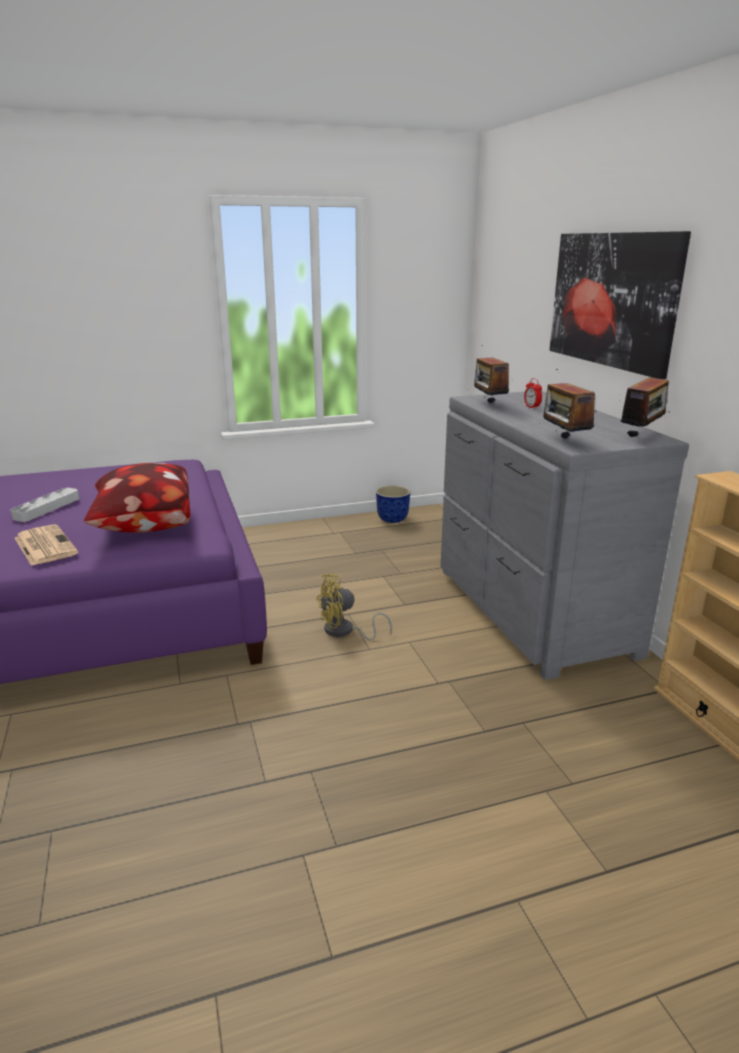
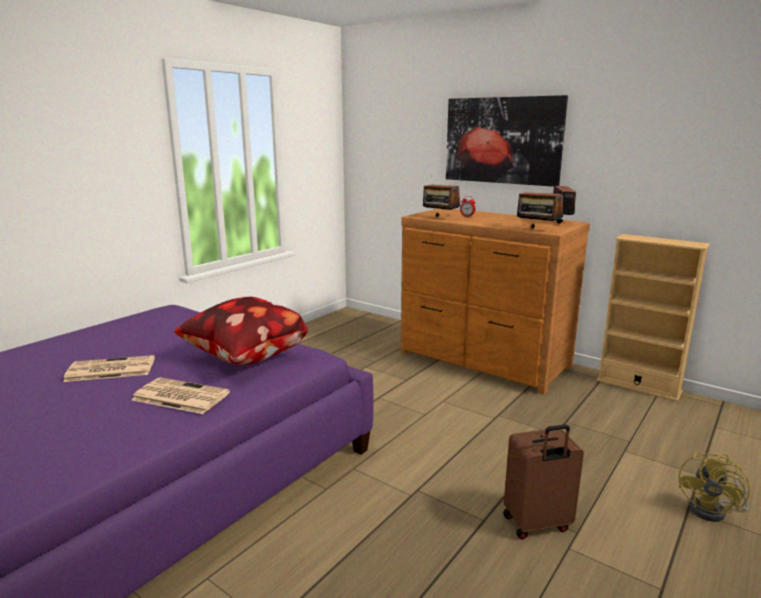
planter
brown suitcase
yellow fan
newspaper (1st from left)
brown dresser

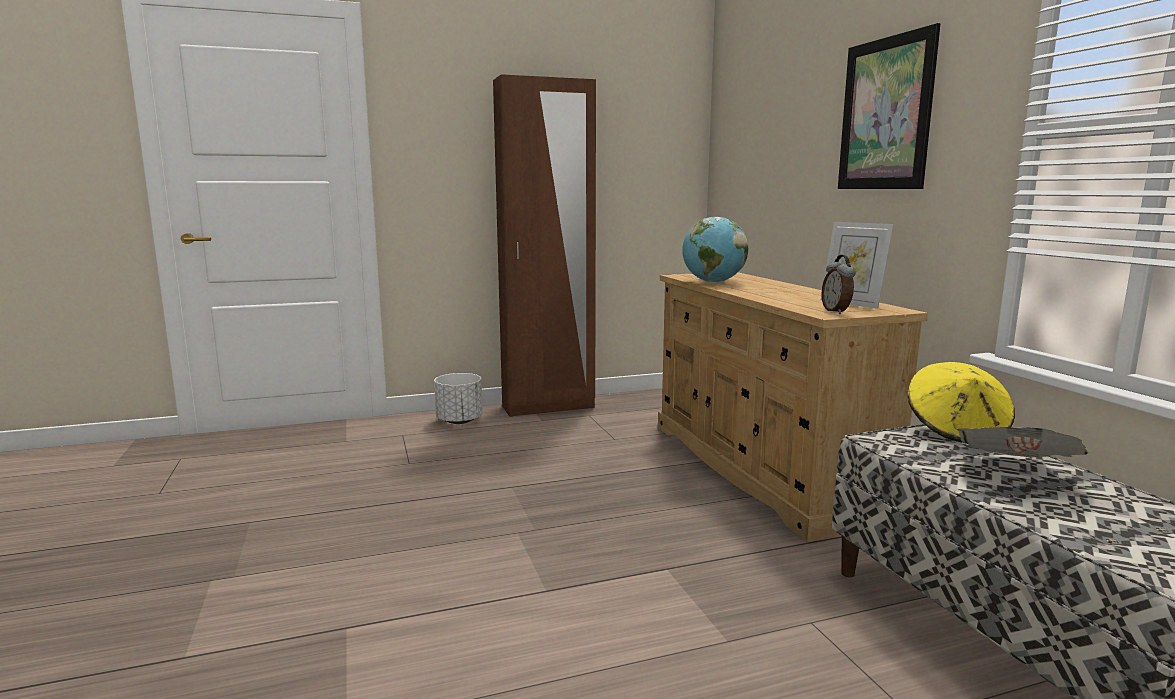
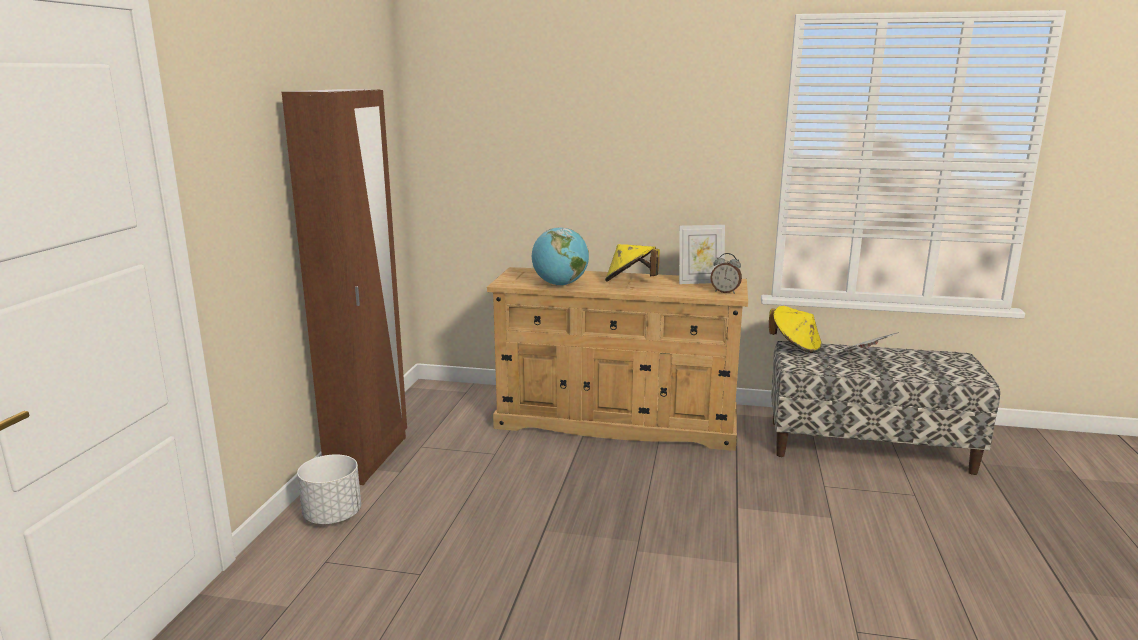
picture
yellow hat (1st from left)

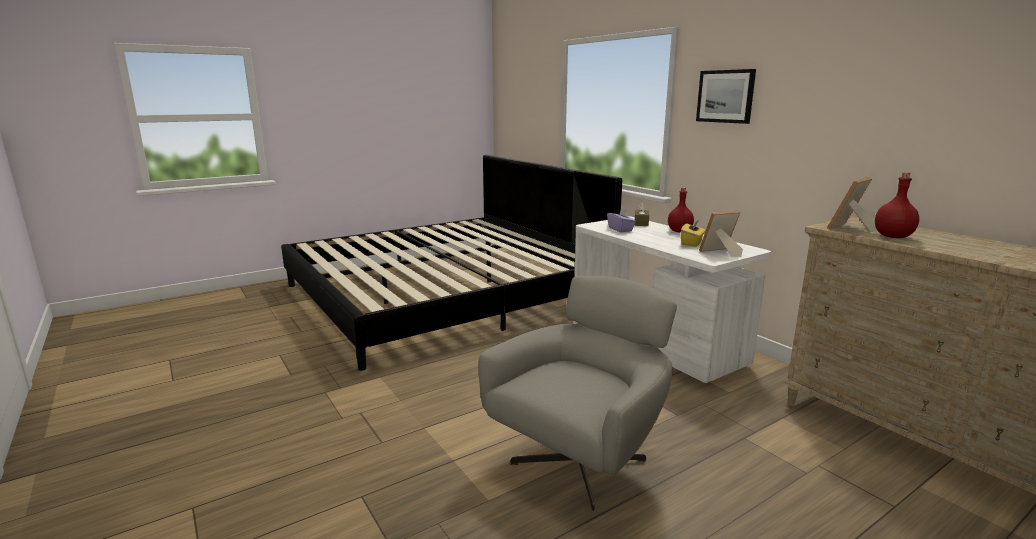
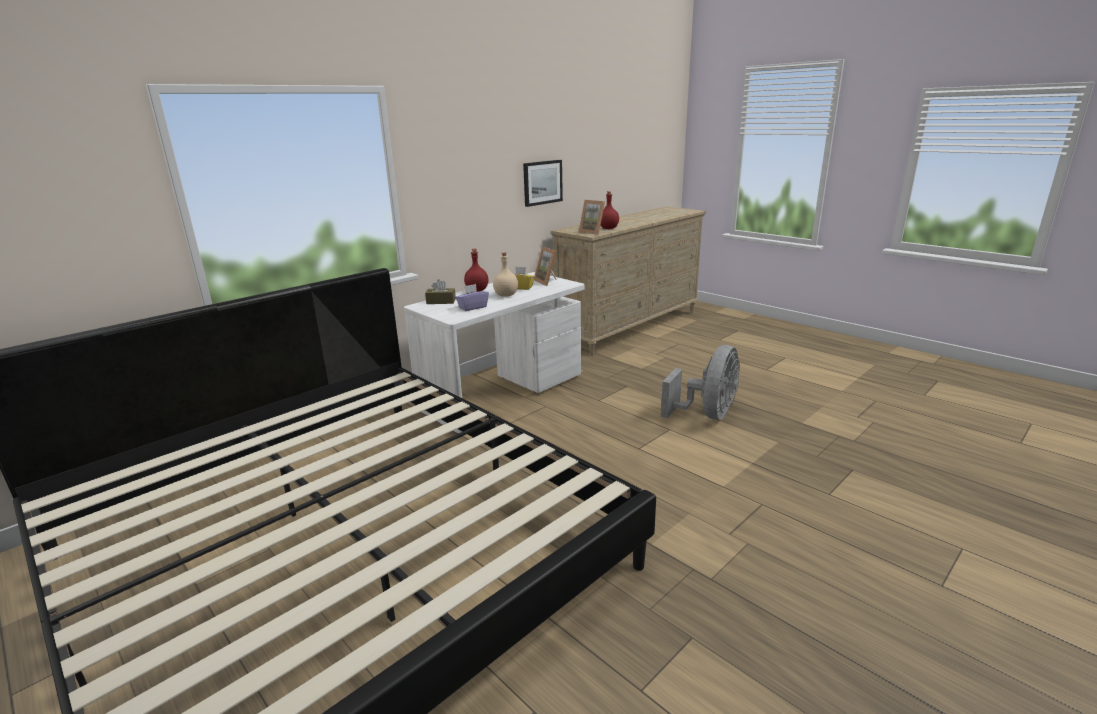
beige bottle
picture
grey fan

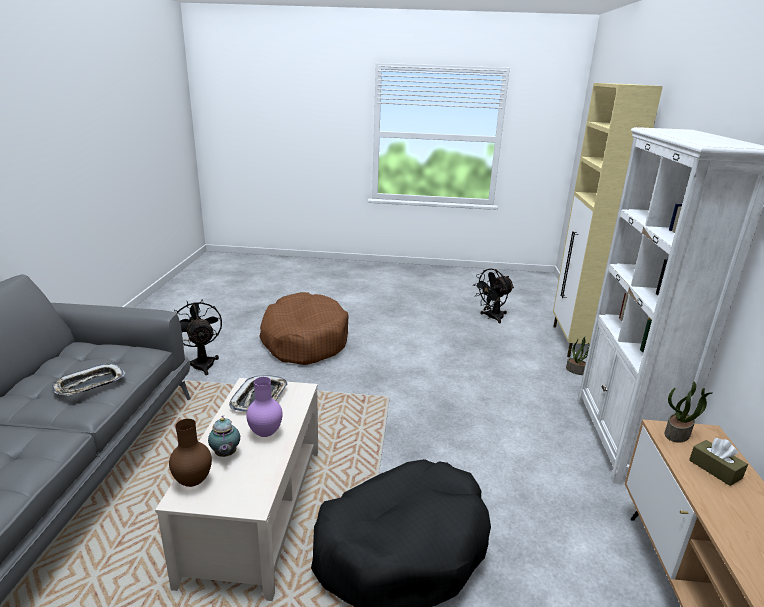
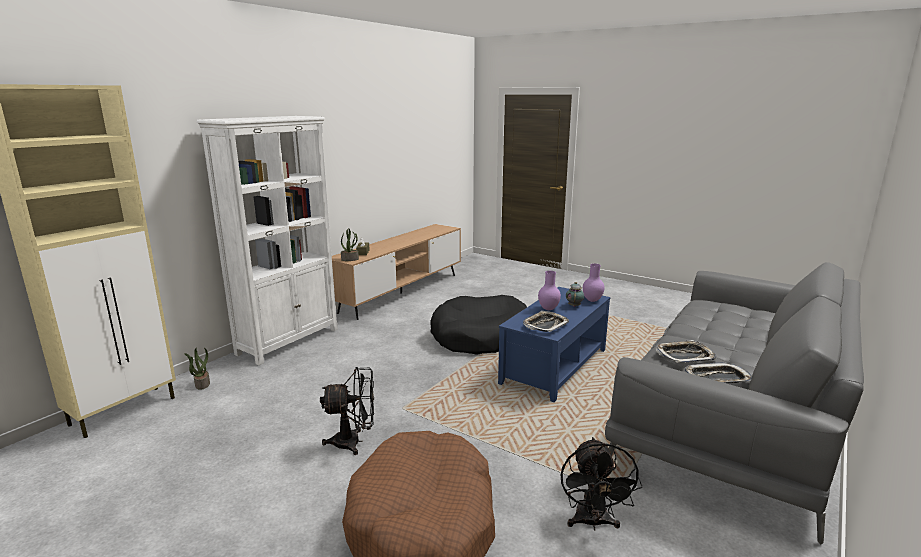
tray (3rd from left)
black fan (1st from left)
blue coffee table
purple vase (2nd from left)

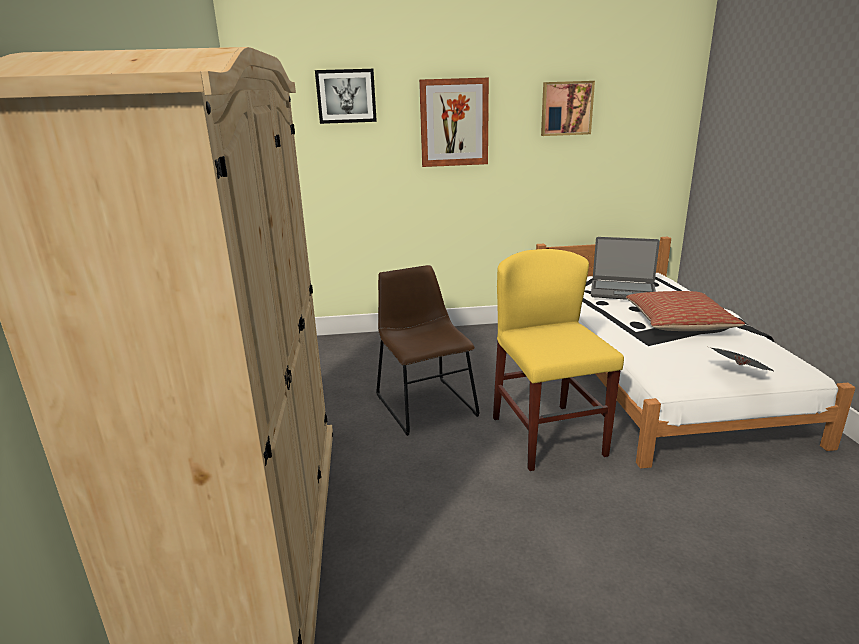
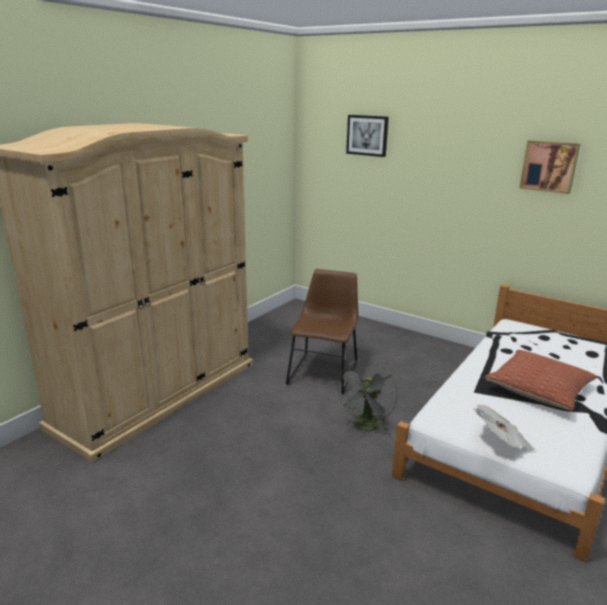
picture (2nd from left in the first image)
laptop
grey fan

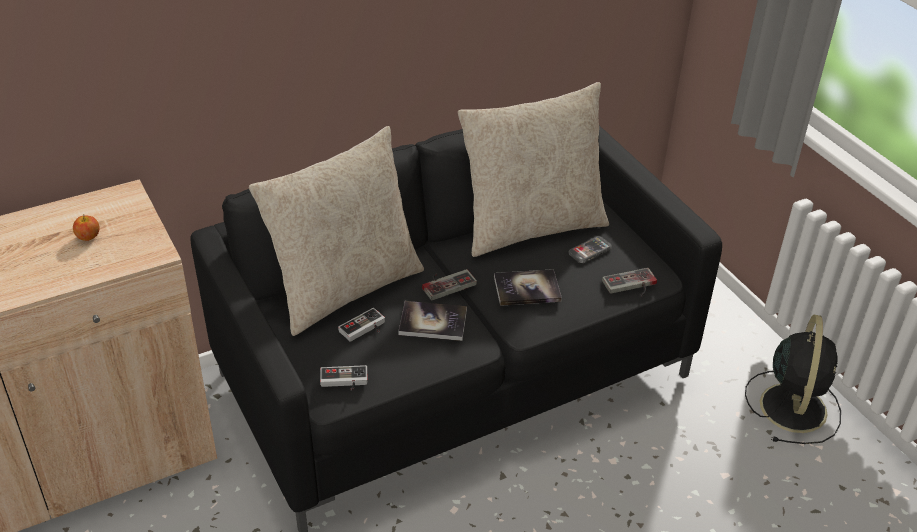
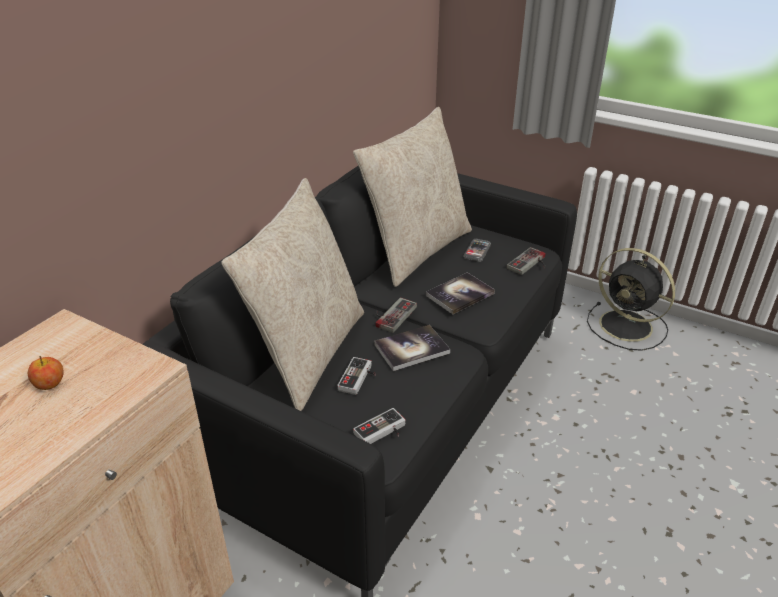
black fan

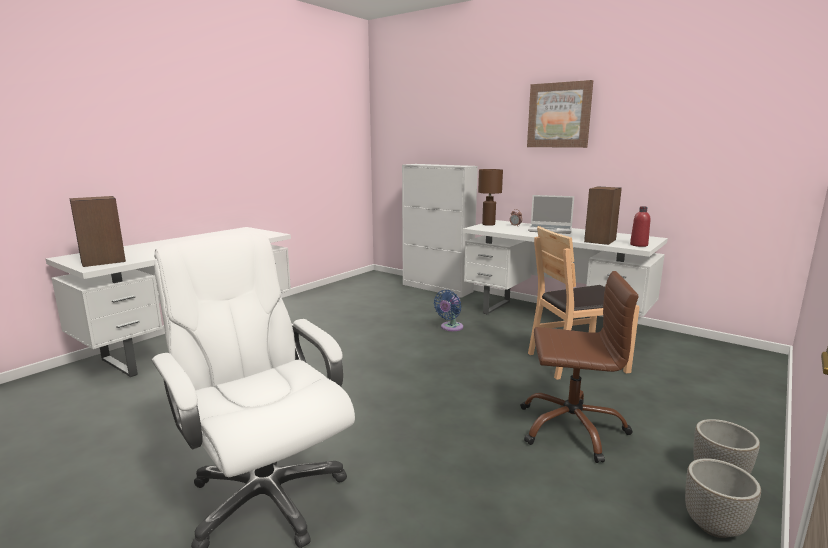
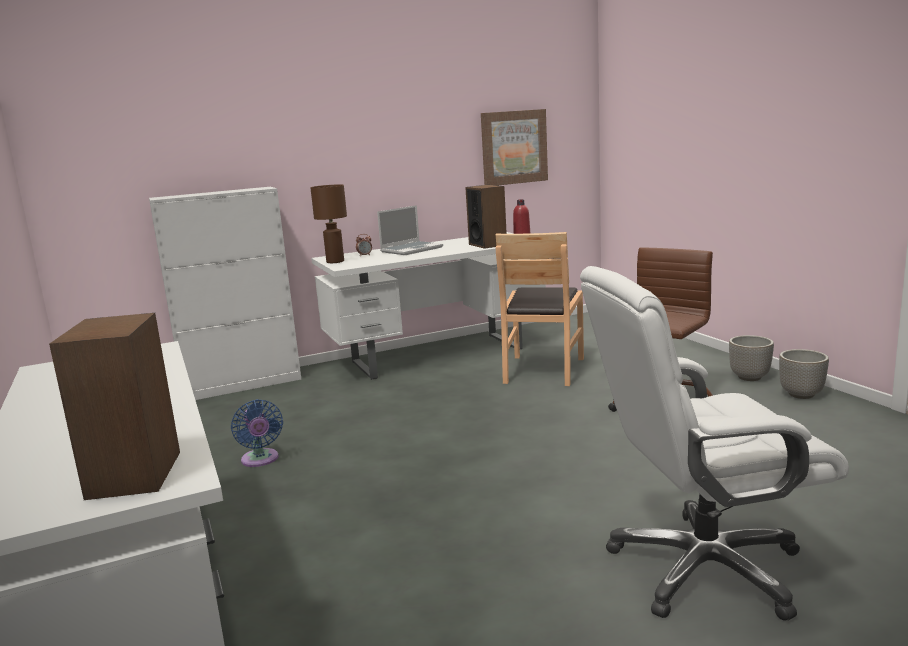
blue fan
picture

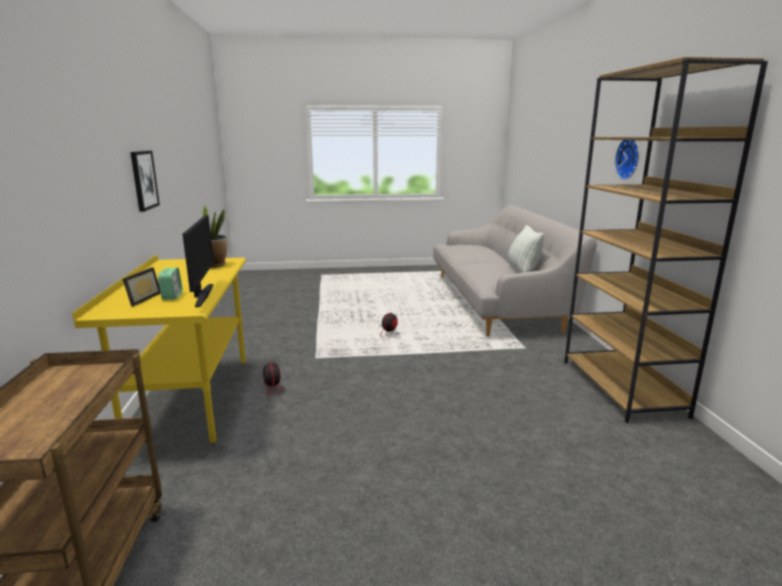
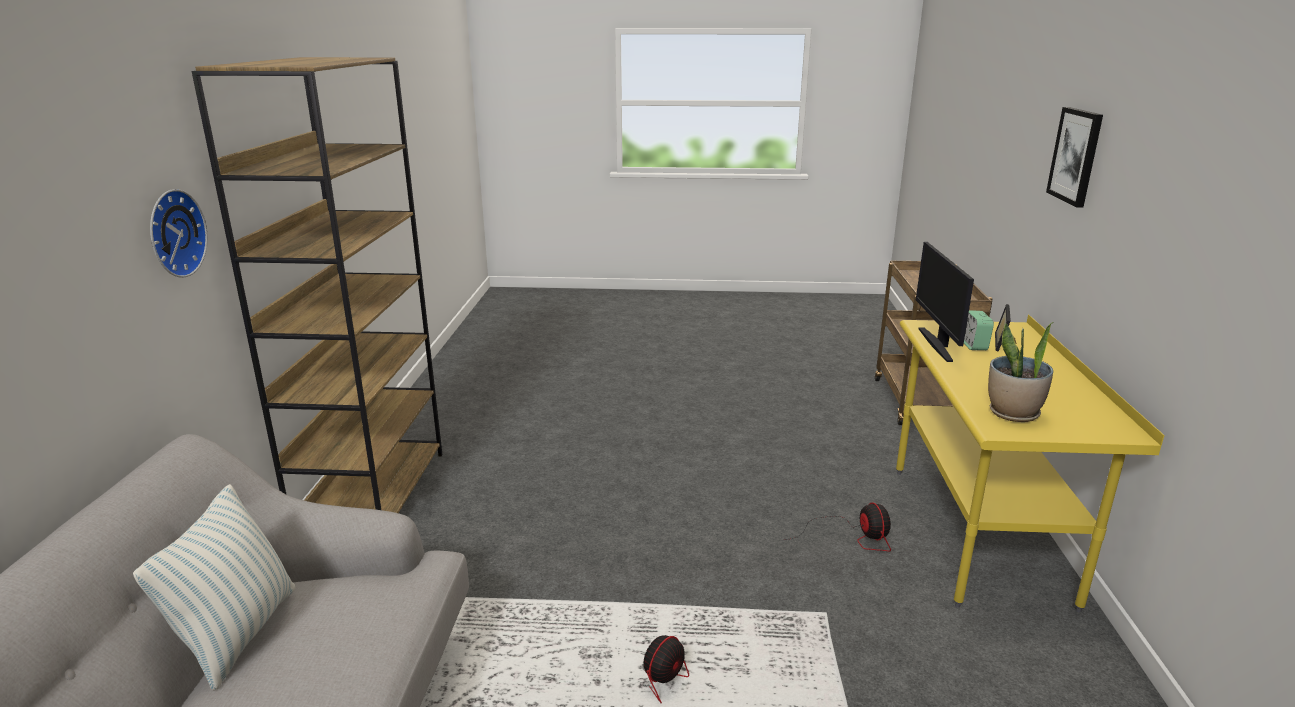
picture

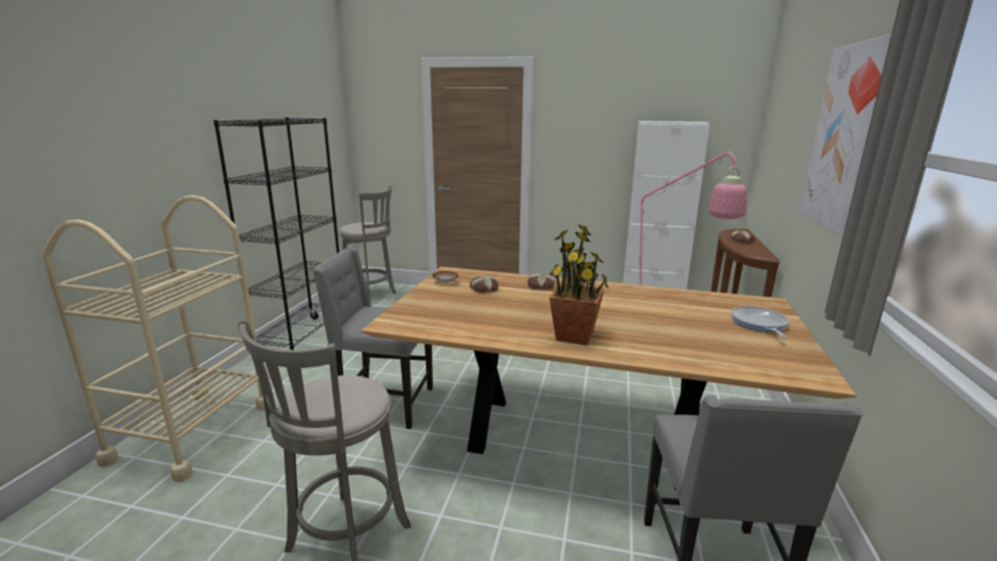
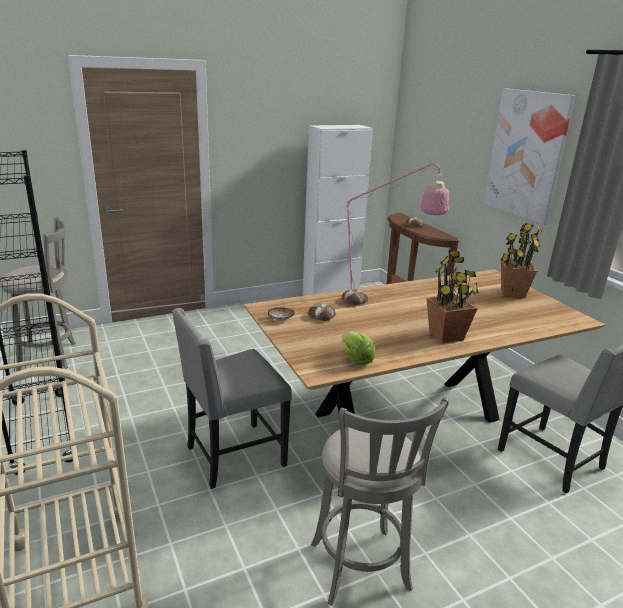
lettuce
potted plant (2nd from left)

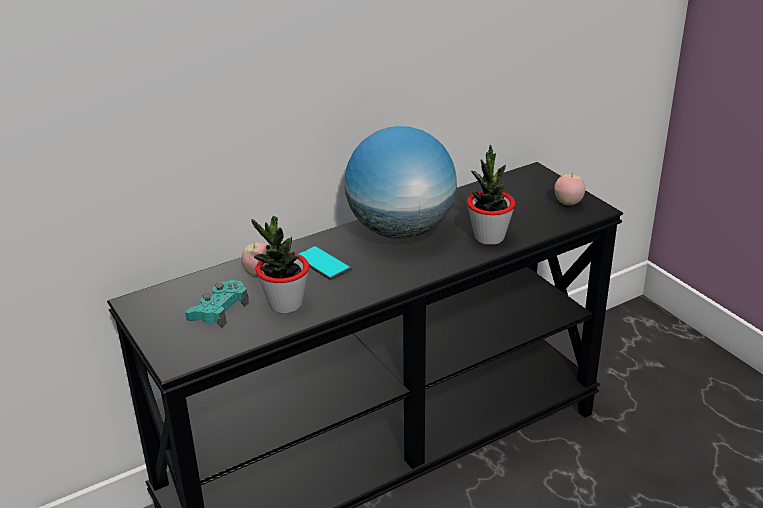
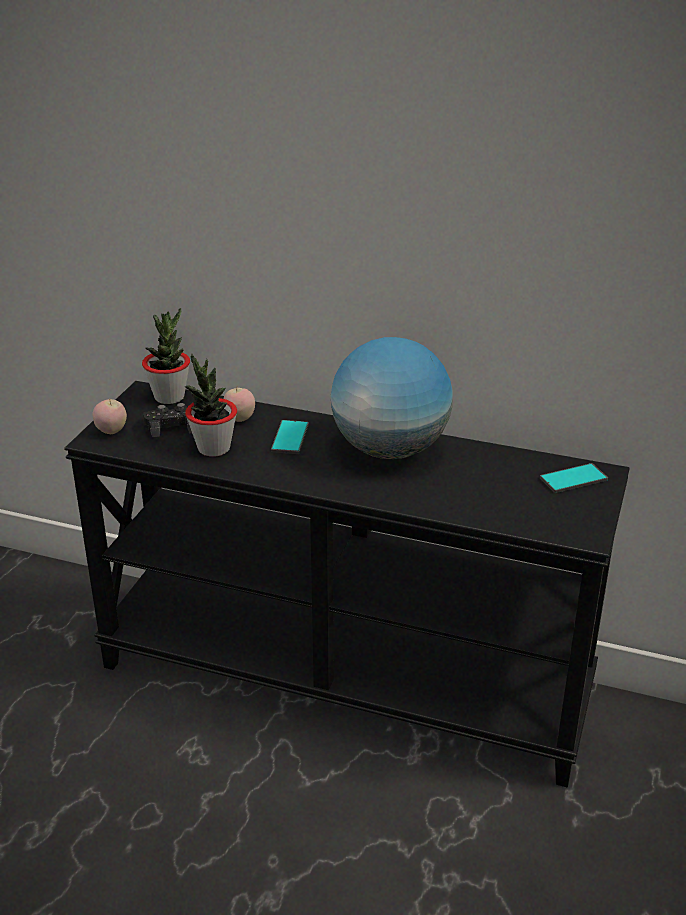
phone (2nd from left)
potted plant (1st from left)
apple (1st from left)
black game controller

